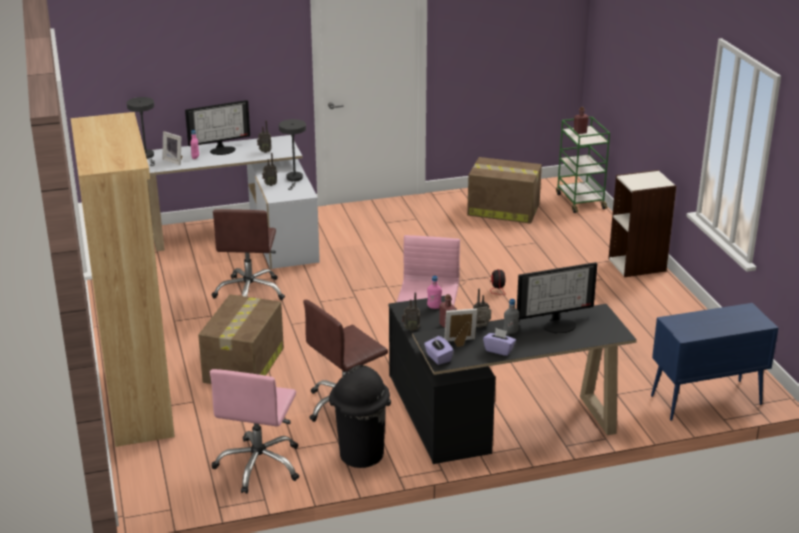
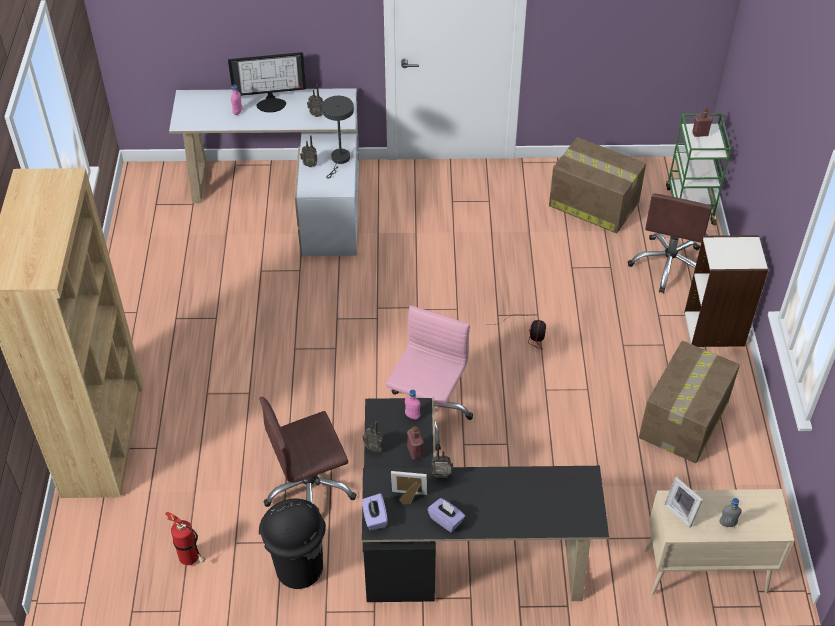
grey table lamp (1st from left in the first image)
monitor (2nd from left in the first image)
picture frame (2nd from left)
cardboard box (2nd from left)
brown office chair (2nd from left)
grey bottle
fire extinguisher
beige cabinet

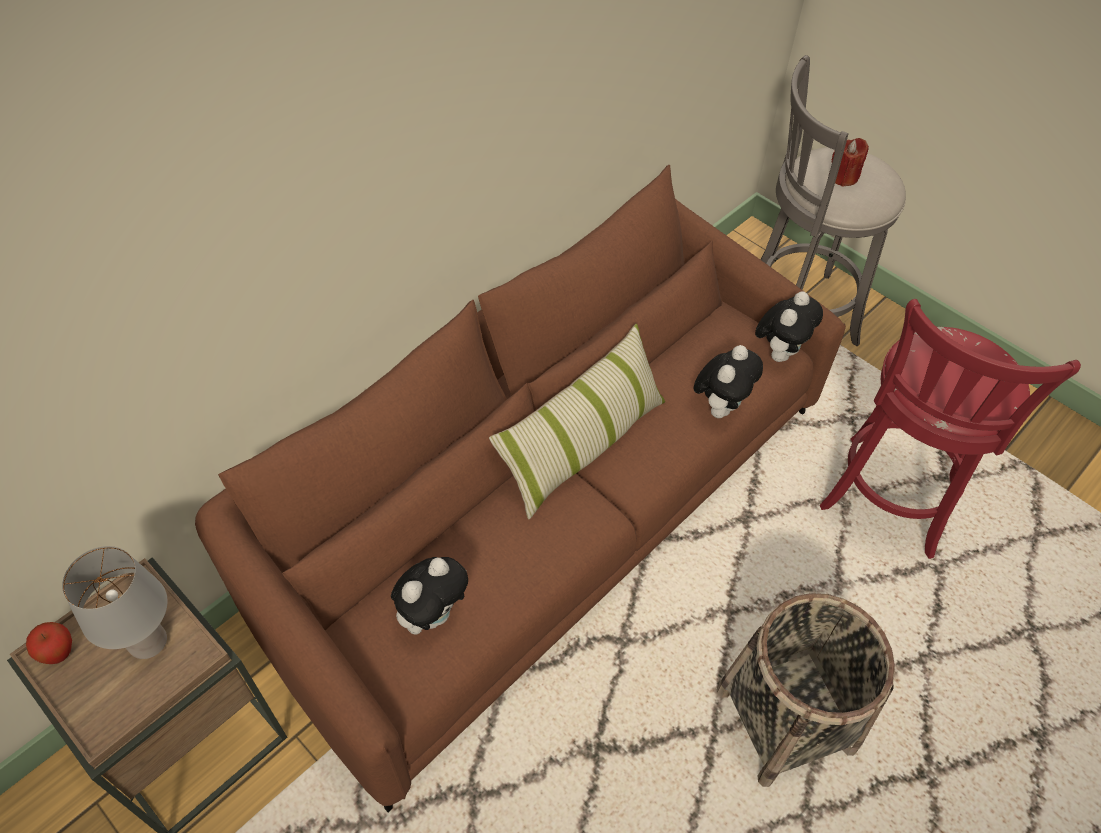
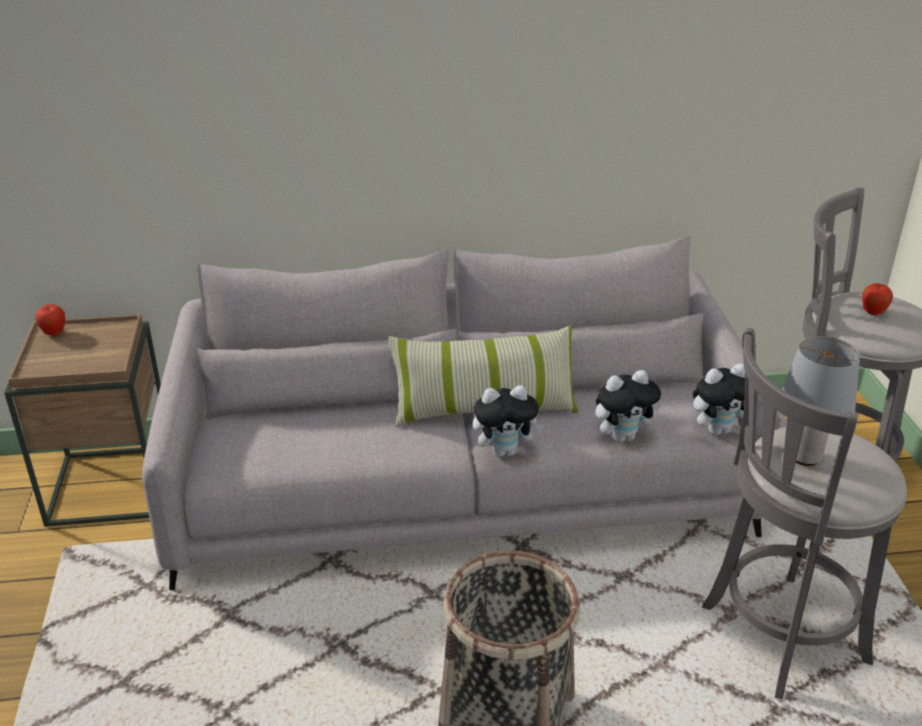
grey table lamp
plush toy (1st from left)
apple (2nd from left)
grey sofa
grey stool (1st from left)

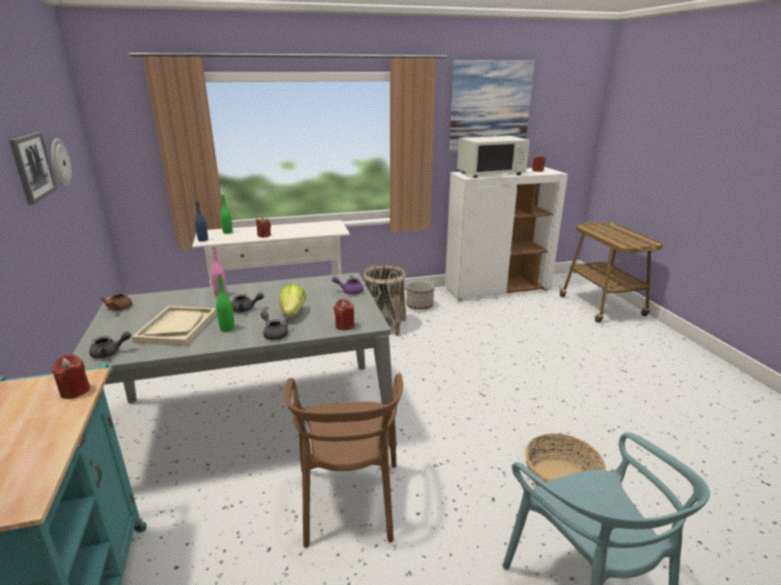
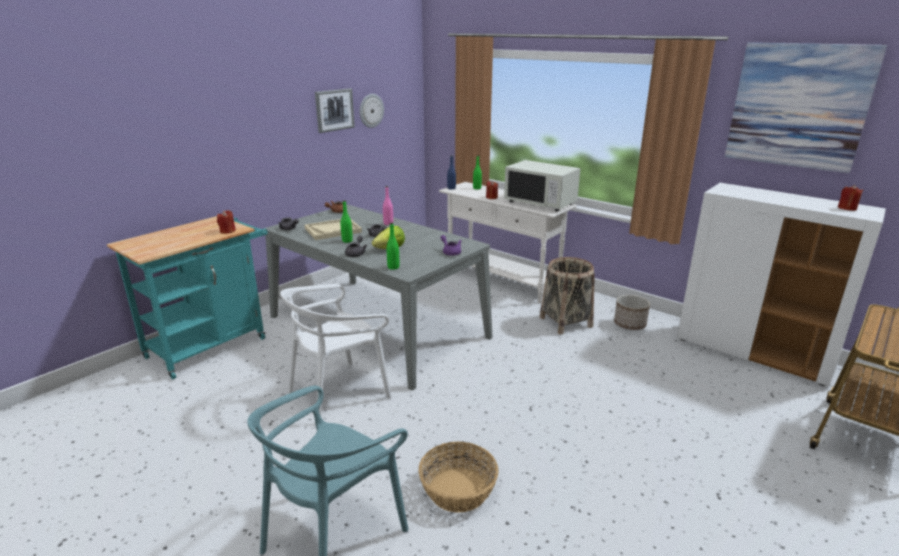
white microwave
green bottle (2nd from left)
white chair

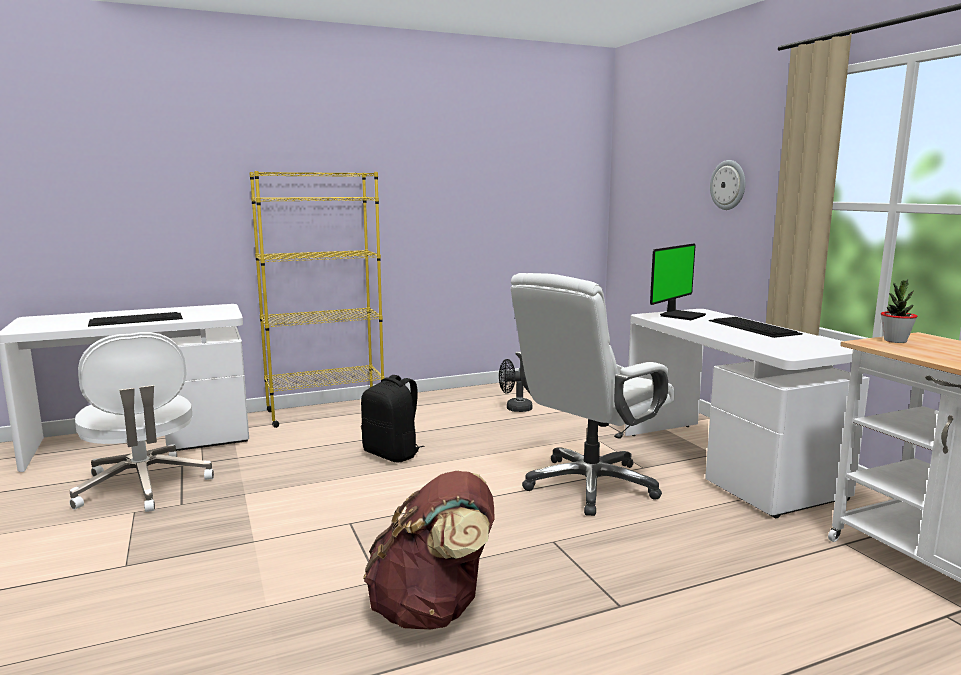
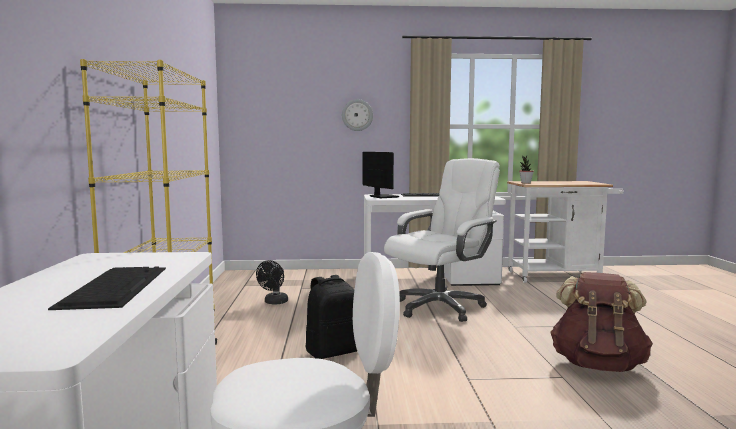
white office chair (2nd from left)

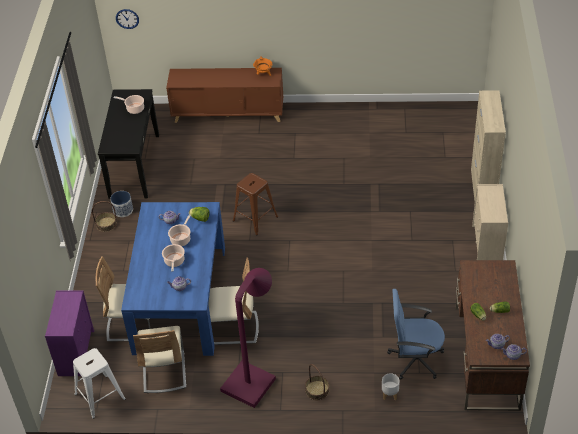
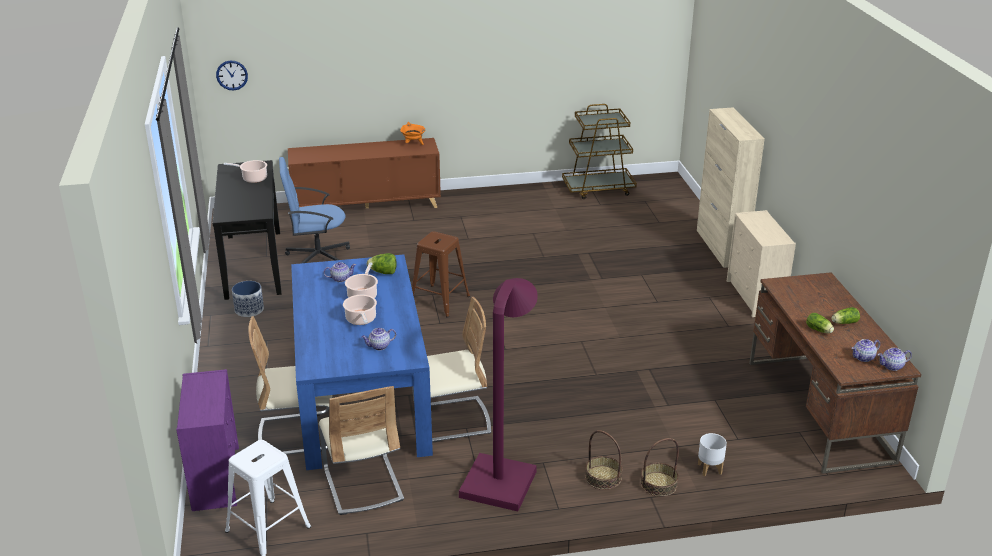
brown cart
basket (2nd from left)
blue office chair

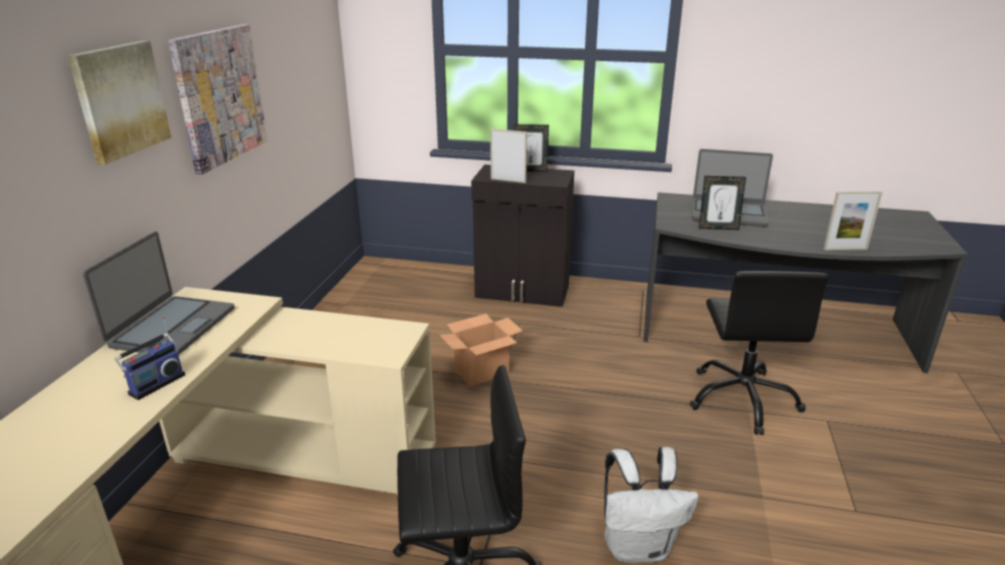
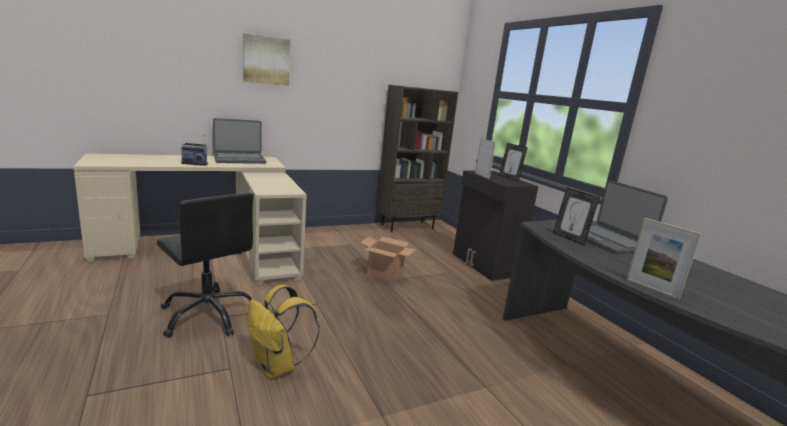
picture (2nd from left in the first image)
black office chair (2nd from left in the first image)
brown bookcase
yellow backpack

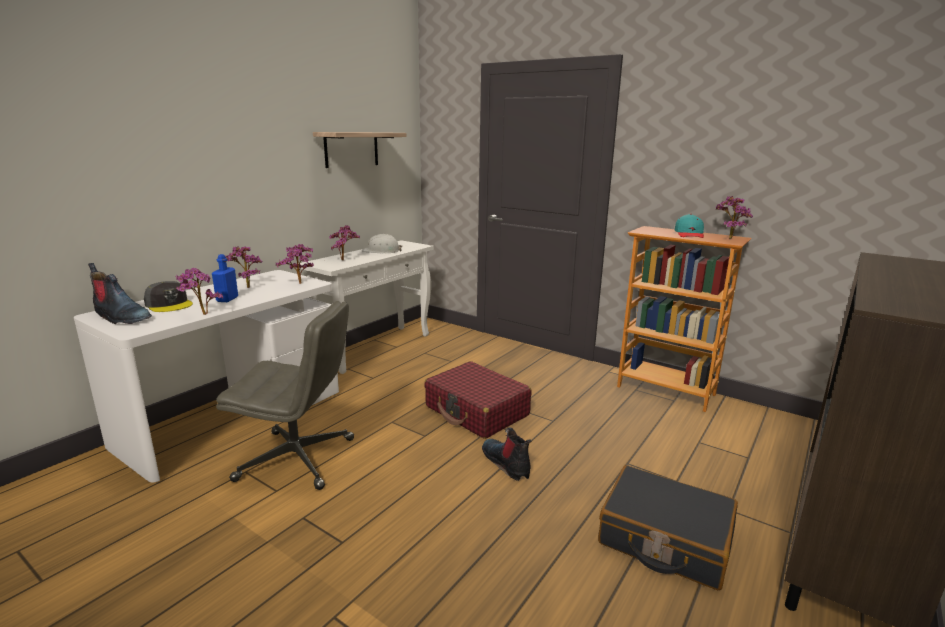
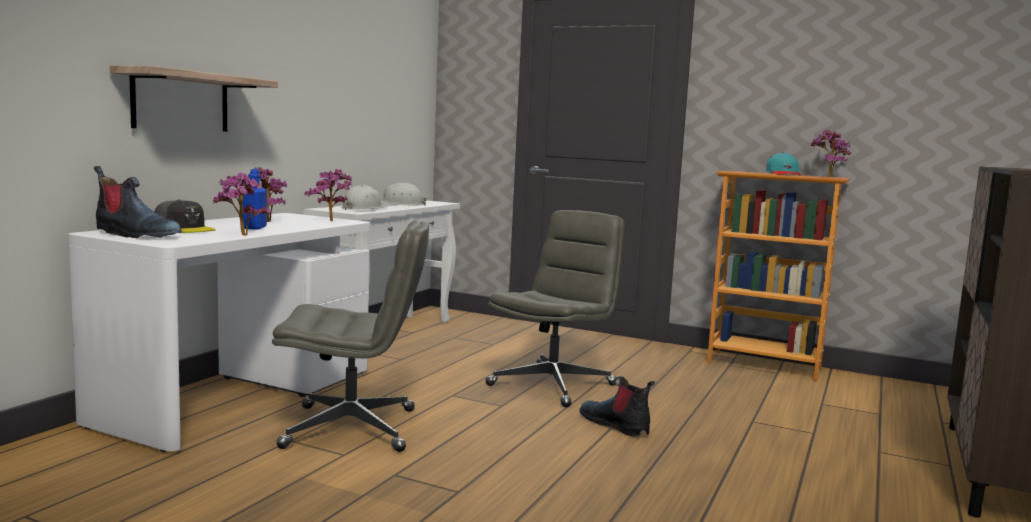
black suitcase
shelf
white hard hat (1st from left)
grey office chair (2nd from left)

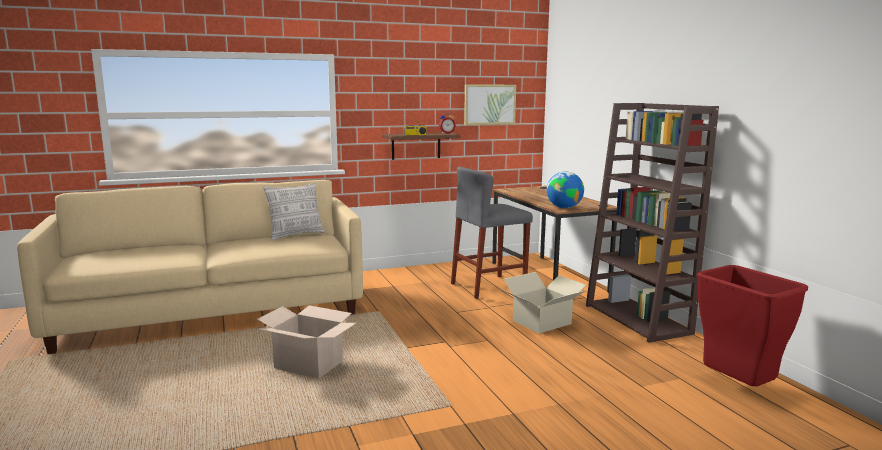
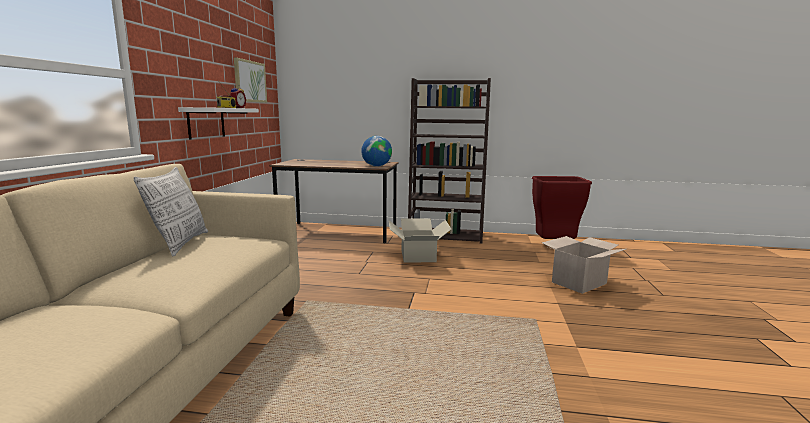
grey stool
cardboard box (2nd from left)
white shelf

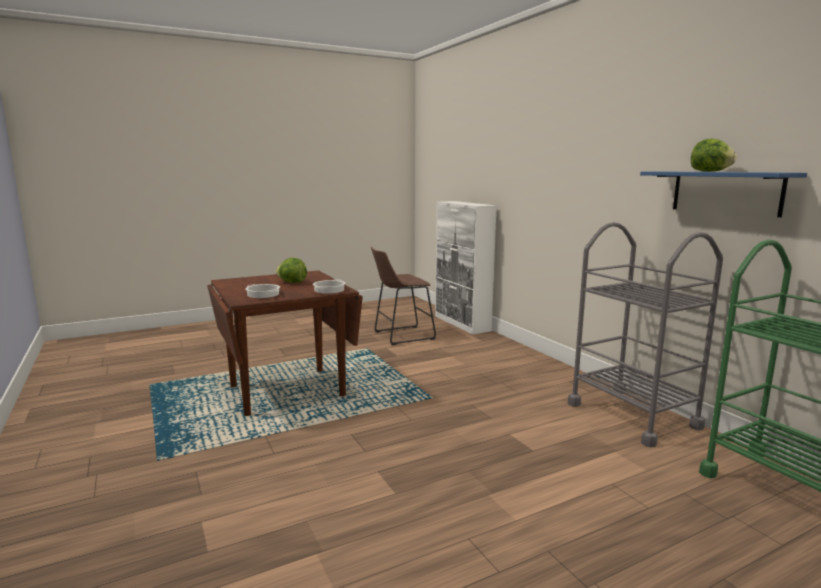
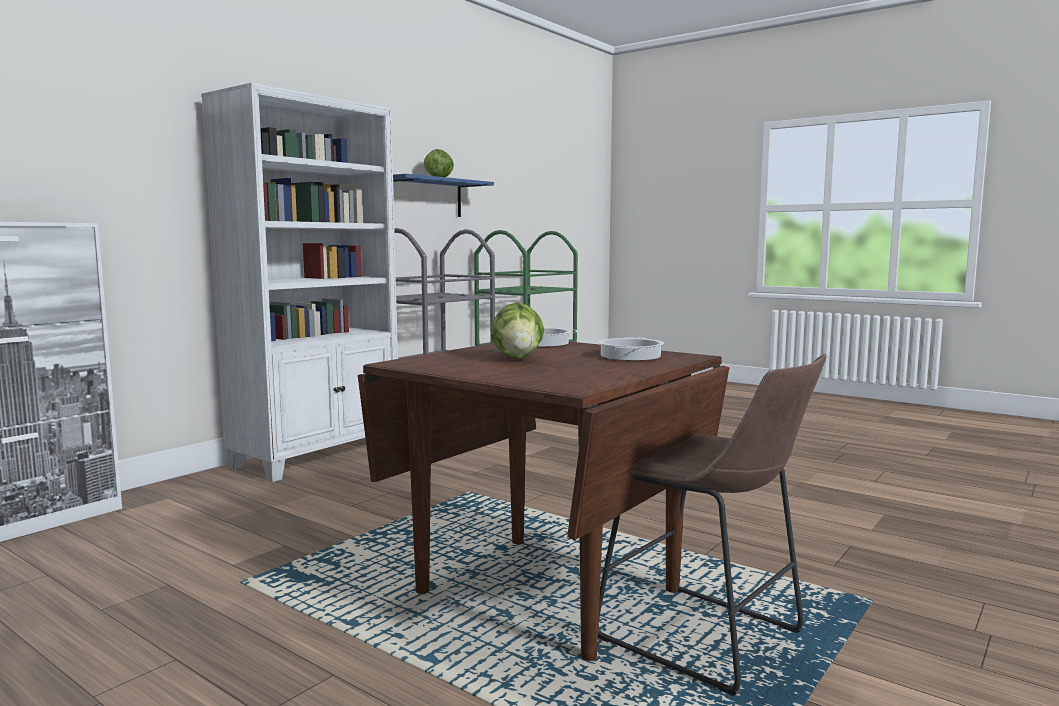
white bookcase
brown stool

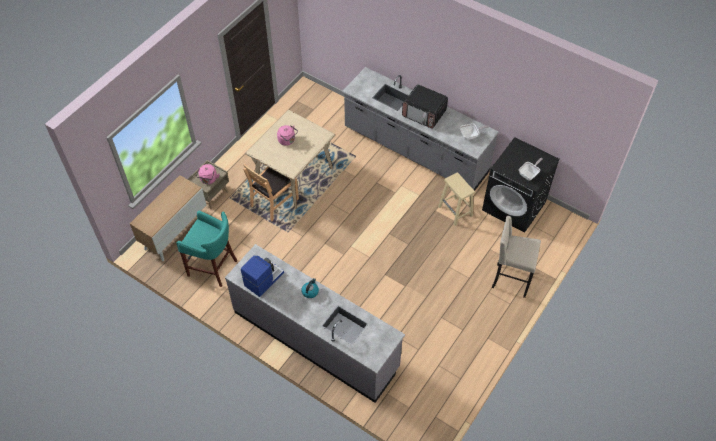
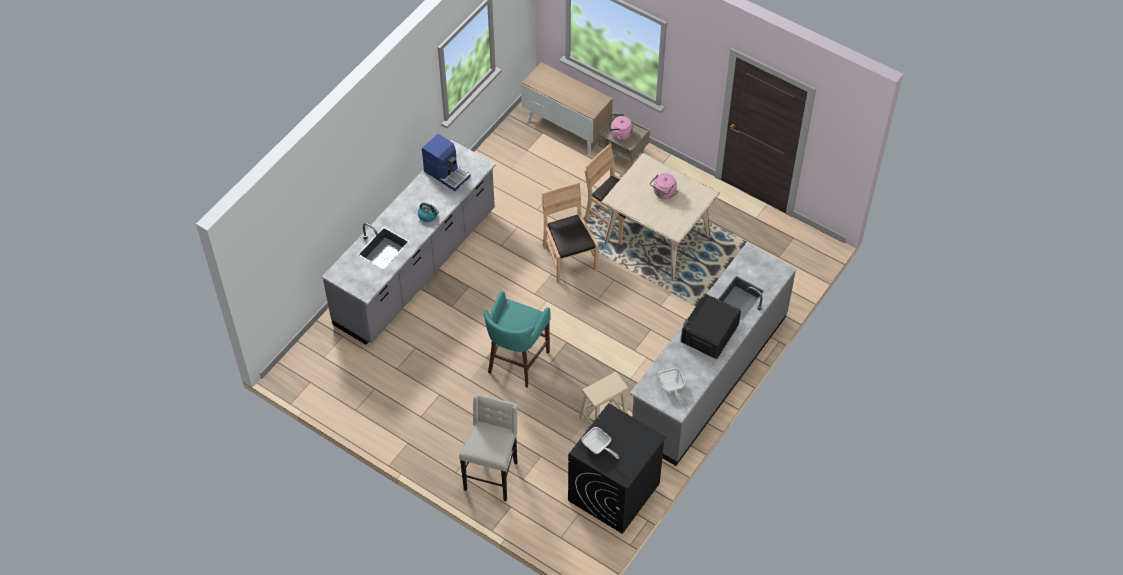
brown chair (1st from left)
turquoise stool

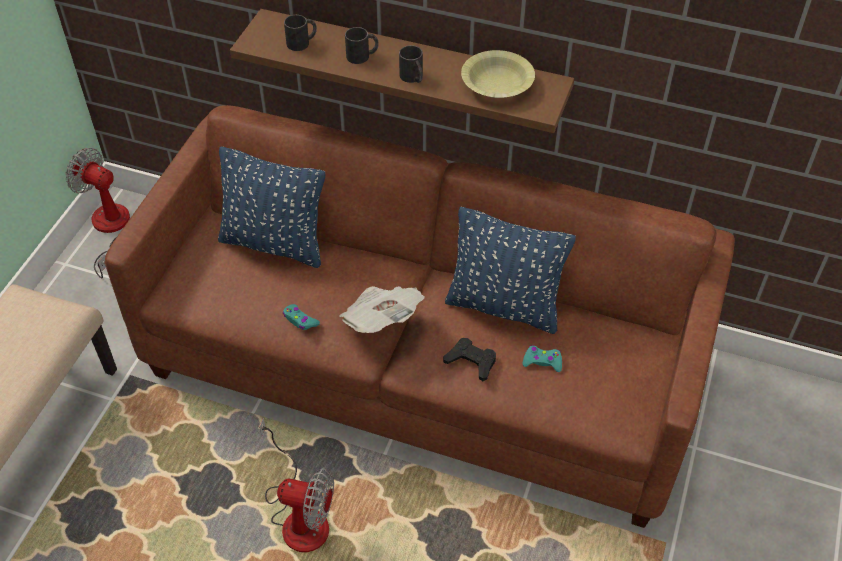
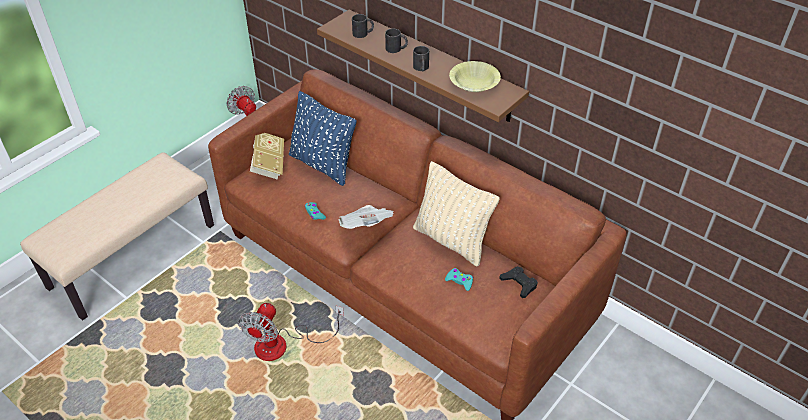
book
black game controller
beige pillow
fan (2nd from left)

